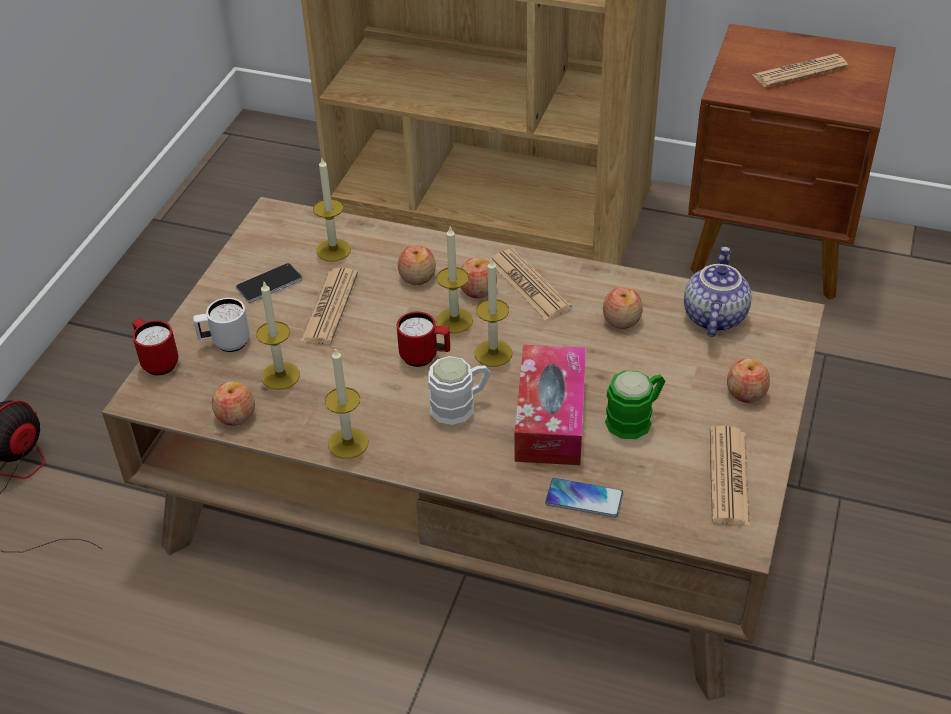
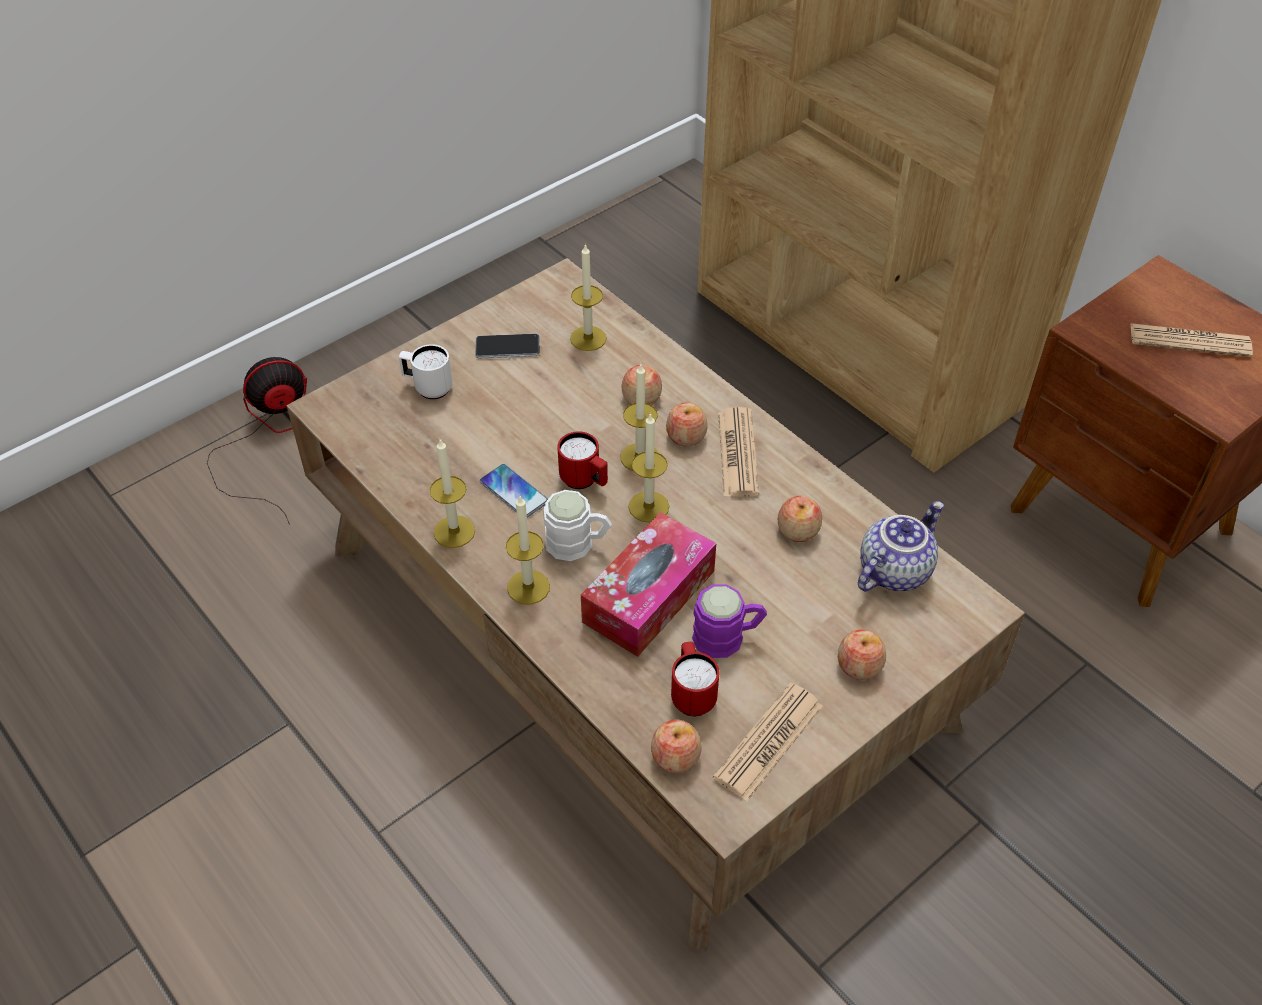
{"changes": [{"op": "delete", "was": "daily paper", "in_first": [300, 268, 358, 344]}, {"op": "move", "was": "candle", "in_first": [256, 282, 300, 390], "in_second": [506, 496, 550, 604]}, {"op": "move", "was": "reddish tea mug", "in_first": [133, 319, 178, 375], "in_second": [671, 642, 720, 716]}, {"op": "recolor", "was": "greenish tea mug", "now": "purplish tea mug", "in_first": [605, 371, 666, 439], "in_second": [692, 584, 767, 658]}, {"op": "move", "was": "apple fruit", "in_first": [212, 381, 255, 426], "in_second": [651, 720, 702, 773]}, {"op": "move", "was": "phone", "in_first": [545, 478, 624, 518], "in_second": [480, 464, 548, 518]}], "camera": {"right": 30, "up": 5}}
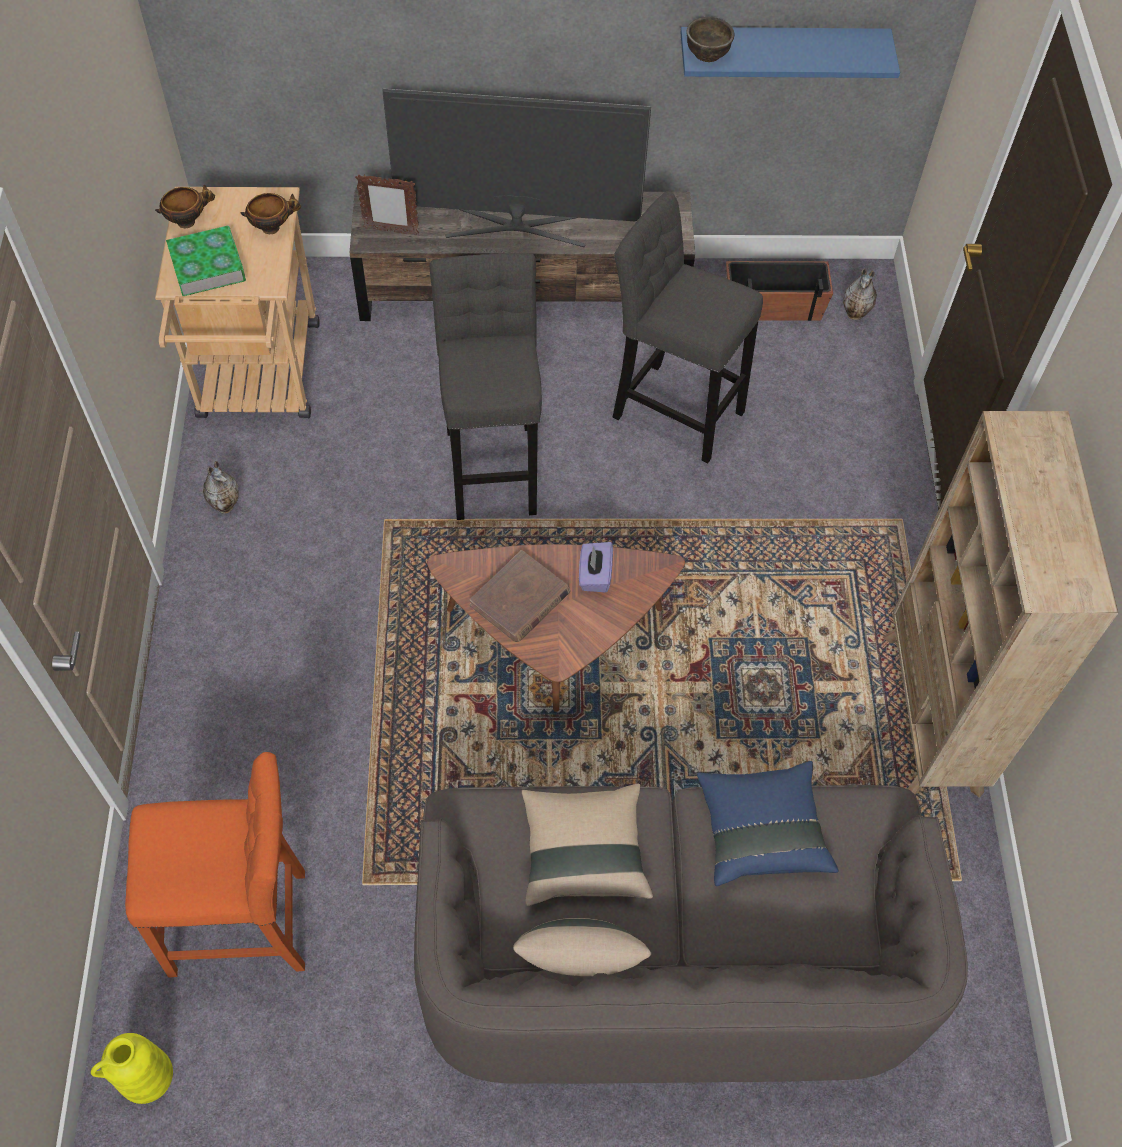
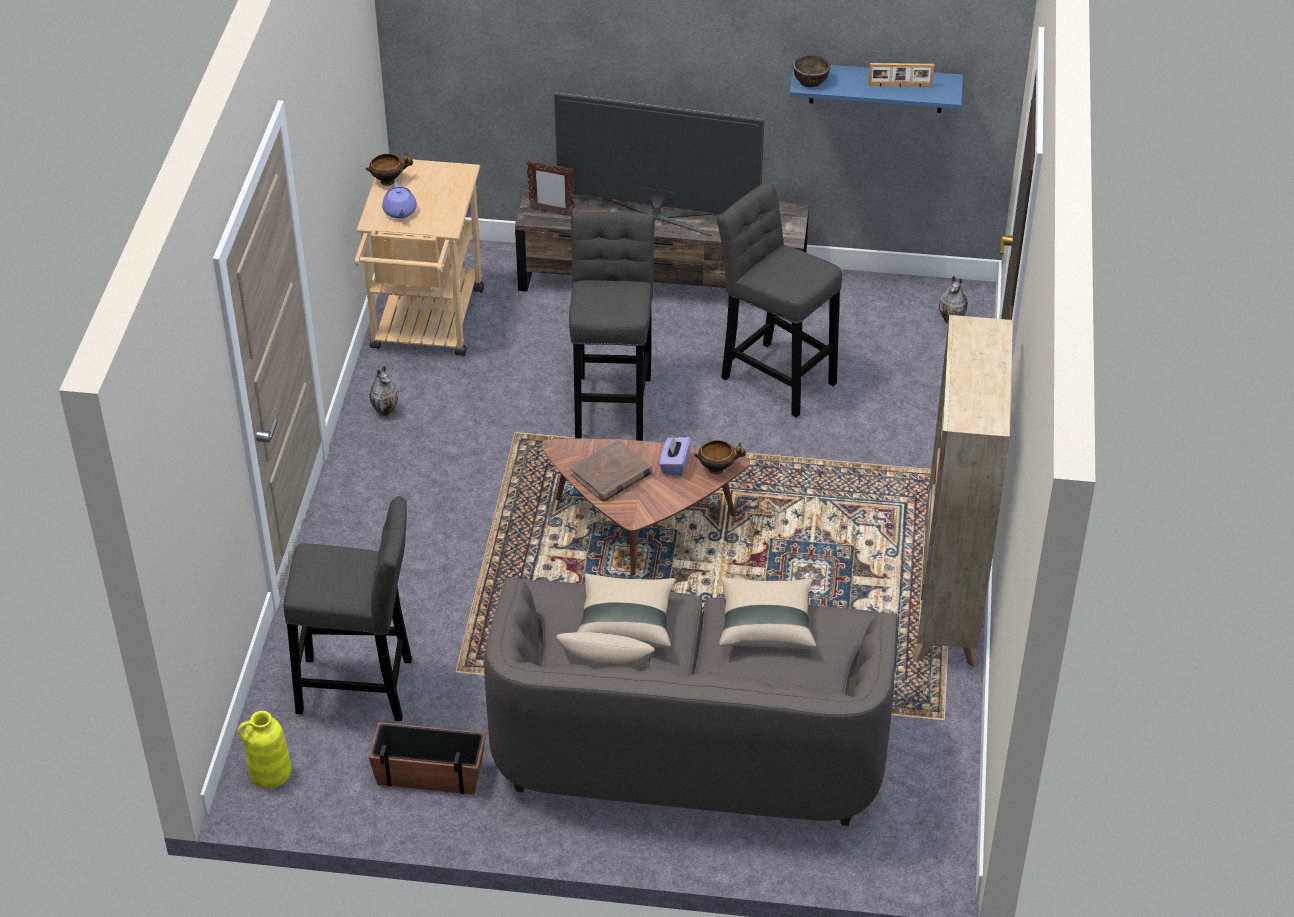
{"changes": [{"op": "move", "was": "deep dish", "in_first": [241, 193, 302, 234], "in_second": [694, 440, 746, 475]}, {"op": "replace", "was": "bound book", "now": "purplish tea pot", "in_first": [166, 226, 246, 296], "in_second": [382, 182, 417, 219]}, {"op": "move", "was": "planter", "in_first": [726, 261, 833, 321], "in_second": [368, 722, 486, 794]}, {"op": "recolor", "was": "orange-coloured sitting stool", "now": "greyish sitting stool", "in_first": [125, 752, 305, 978], "in_second": [284, 496, 412, 721]}, {"op": "recolor", "was": "bluish cushion", "now": "sand-coloured cushion", "in_first": [697, 761, 839, 886], "in_second": [719, 577, 816, 648]}, {"op": "insert", "now": "photo frame", "in_second": [868, 63, 934, 87]}], "camera": {"right": 10, "up": -15}}
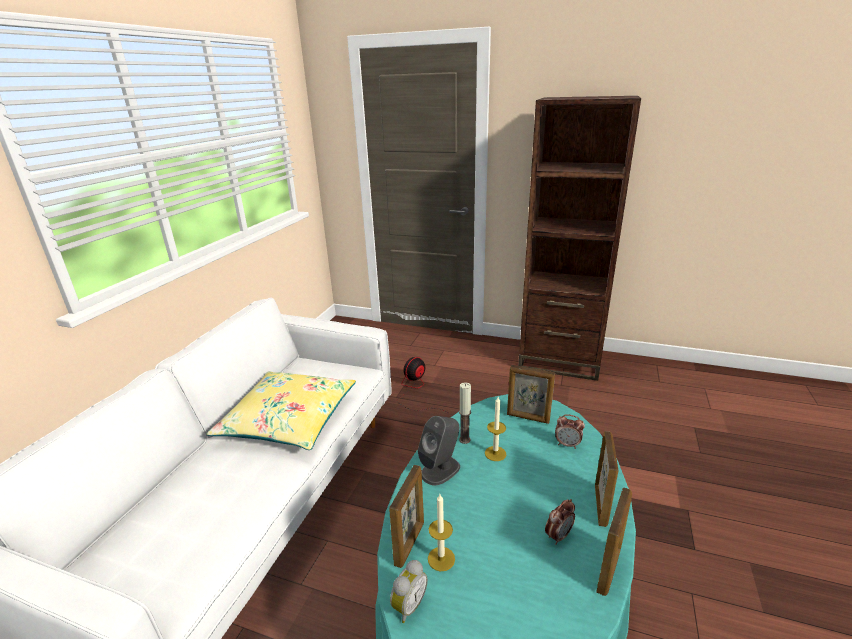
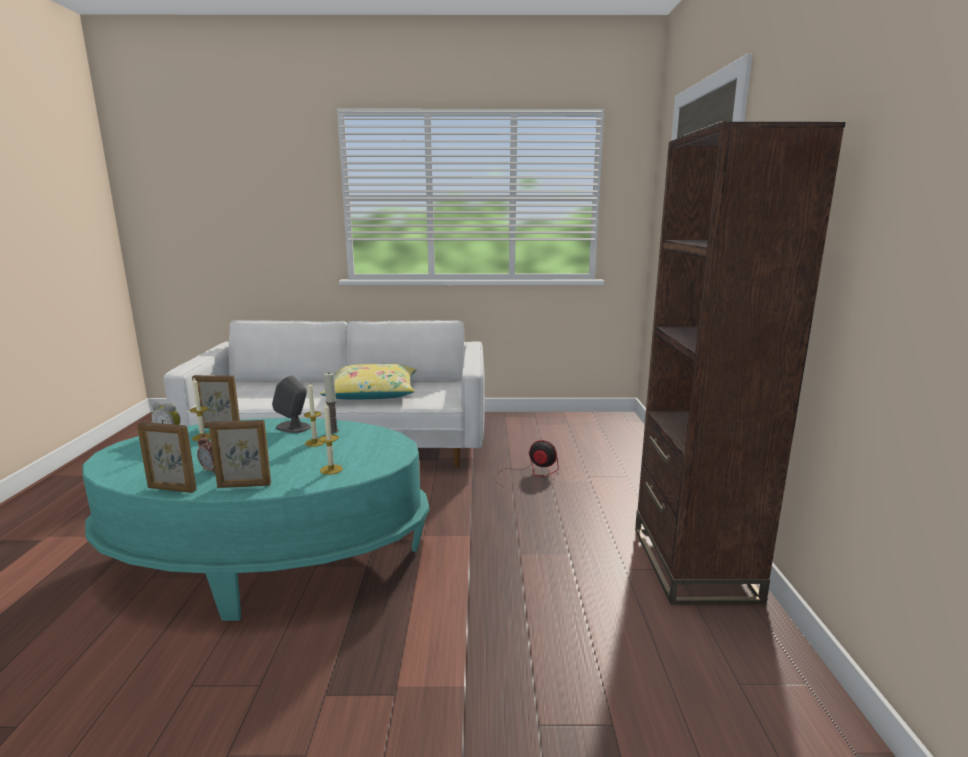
{"changes": [{"op": "delete", "was": "photo frame", "in_first": [507, 365, 555, 424]}, {"op": "replace", "was": "alarm clock", "now": "candle", "in_first": [555, 414, 585, 449], "in_second": [319, 403, 343, 475]}], "camera": {"right": 70, "up": -10}}
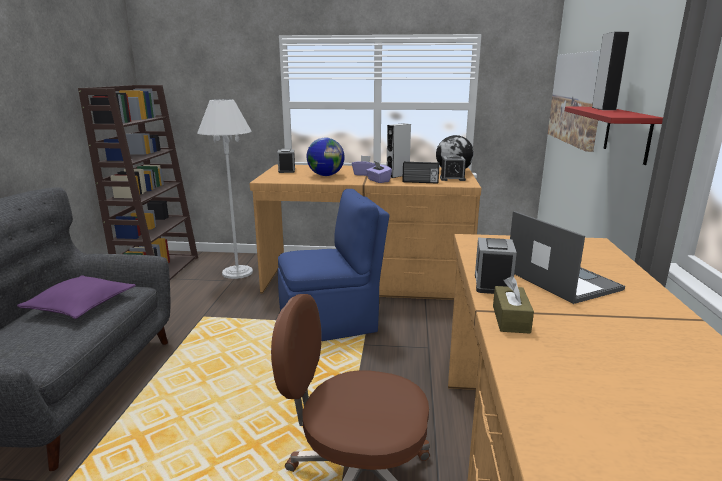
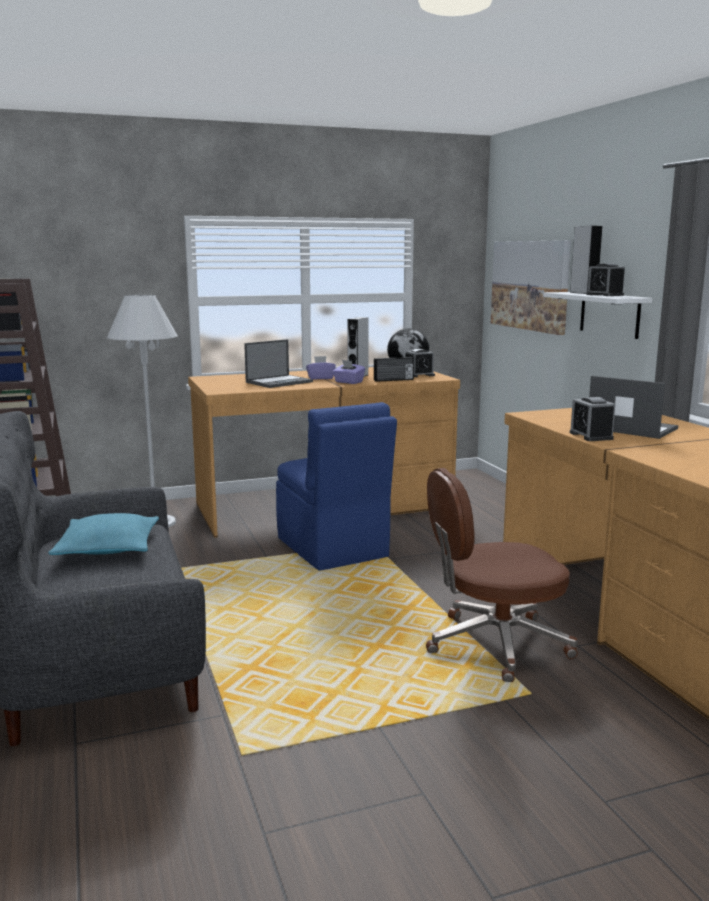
{"changes": [{"op": "recolor", "was": "reddish wall shelf", "now": "white wall shelf", "in_first": [565, 107, 663, 165], "in_second": [543, 292, 652, 339]}, {"op": "replace", "was": "desk globe", "now": "notebook computer", "in_first": [306, 138, 345, 176], "in_second": [244, 339, 313, 388]}, {"op": "move", "was": "alarm clock", "in_first": [277, 148, 295, 173], "in_second": [586, 263, 625, 296]}, {"op": "rotate", "was": "bluish upright chair", "in_first": [278, 189, 389, 341], "in_second": [276, 402, 397, 571], "clockwise": 105}, {"op": "recolor", "was": "purplish cushion", "now": "blue-green cushion", "in_first": [17, 275, 136, 319], "in_second": [48, 513, 159, 555]}, {"op": "delete", "was": "brownish tissue holder", "in_first": [493, 276, 534, 334]}], "camera": {"right": -25, "up": -5}}
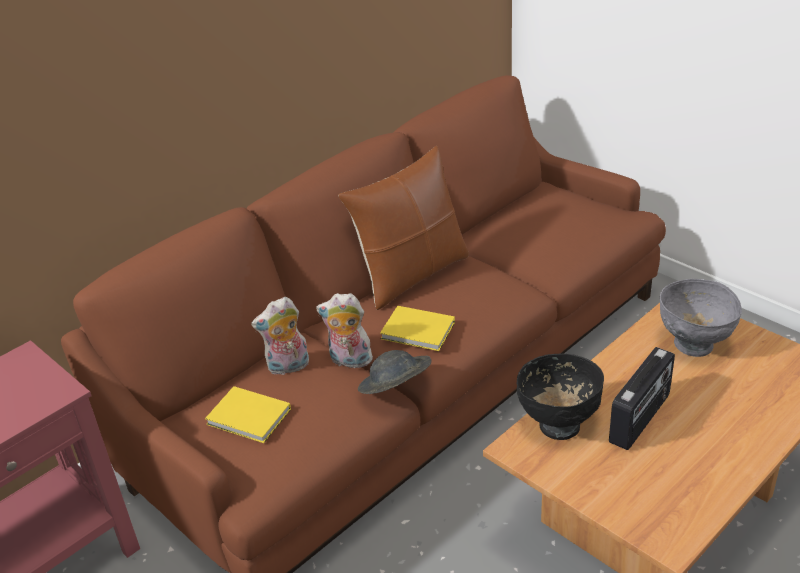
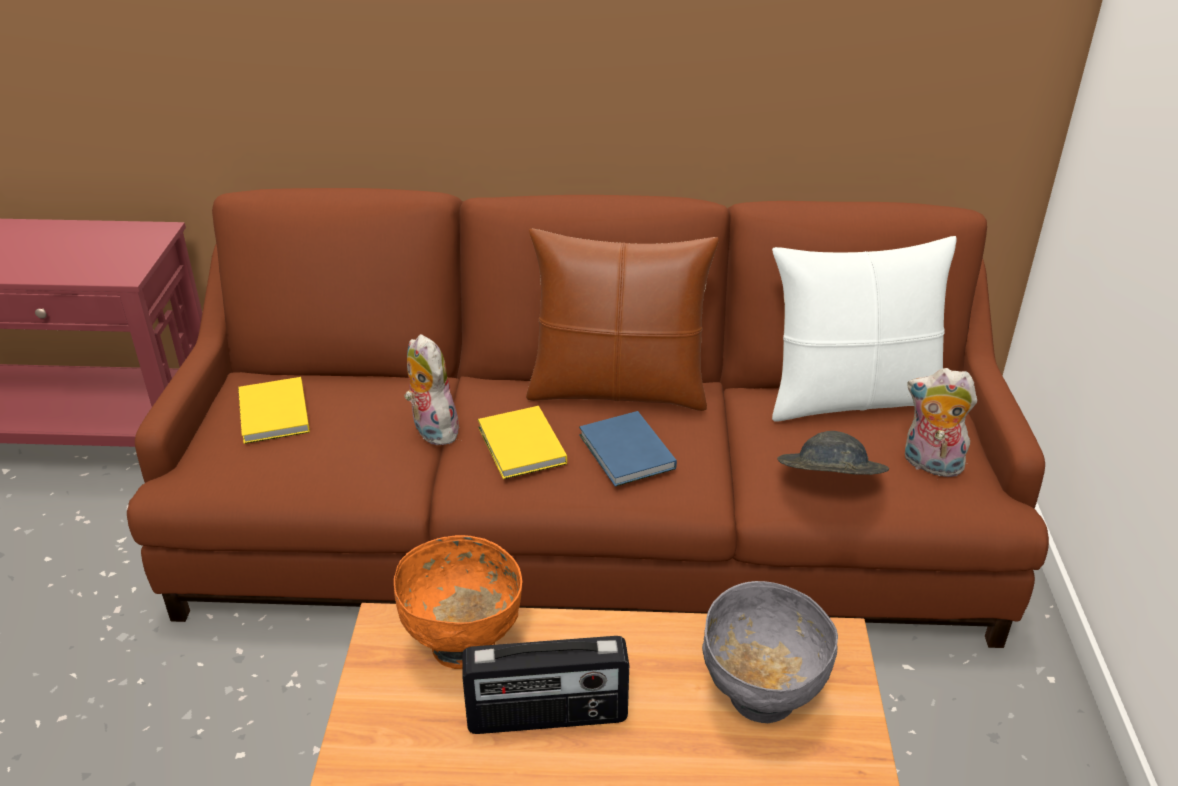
{"changes": [{"op": "move", "was": "plush toy", "in_first": [251, 297, 309, 375], "in_second": [905, 368, 977, 477]}, {"op": "move", "was": "greyish wearable hat", "in_first": [358, 350, 432, 394], "in_second": [777, 431, 890, 475]}, {"op": "recolor", "was": "blackish deep dish", "now": "orange-coloured deep dish", "in_first": [517, 354, 604, 440], "in_second": [394, 535, 523, 669]}, {"op": "insert", "now": "white cushion", "in_second": [772, 236, 957, 421]}, {"op": "insert", "now": "bluish bound book", "in_second": [579, 411, 677, 487]}], "camera": {"right": 45, "up": 0}}
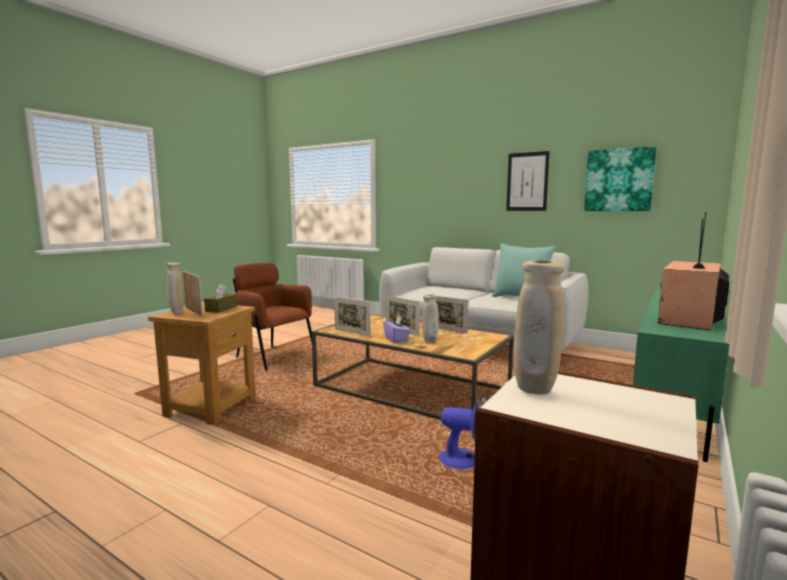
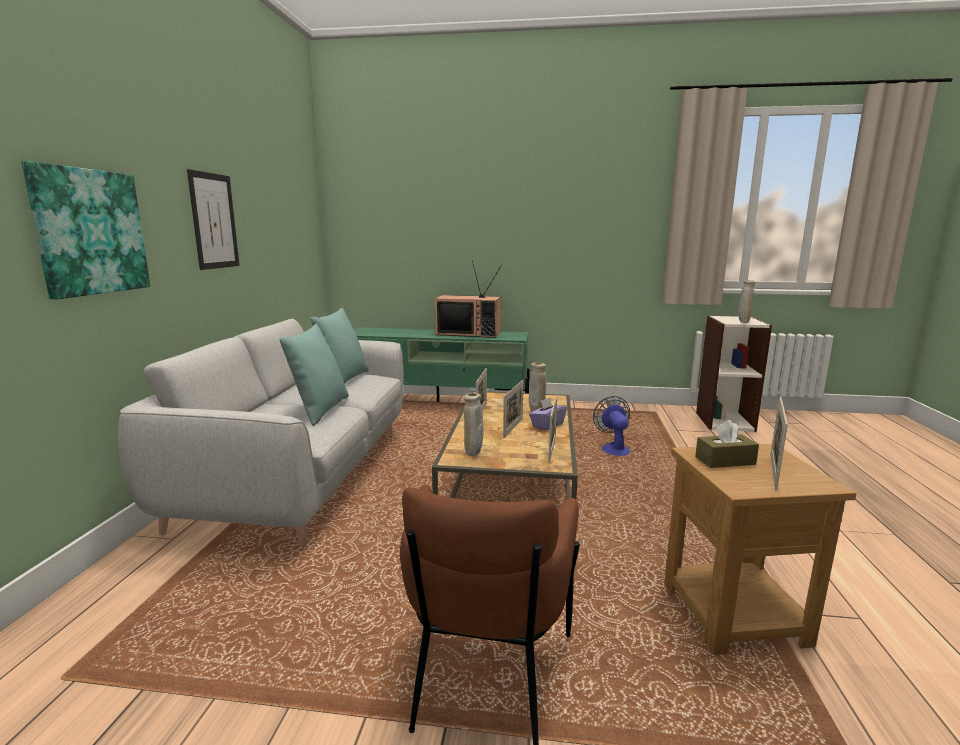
{"changes": [{"op": "move", "was": "picture", "in_first": [584, 146, 657, 211], "in_second": [22, 161, 150, 299]}, {"op": "move", "was": "sand-coloured flower vase", "in_first": [166, 262, 184, 314], "in_second": [464, 393, 484, 456]}, {"op": "insert", "now": "blue-green cushion", "in_second": [279, 324, 349, 426]}], "camera": {"right": -115, "up": 5}}
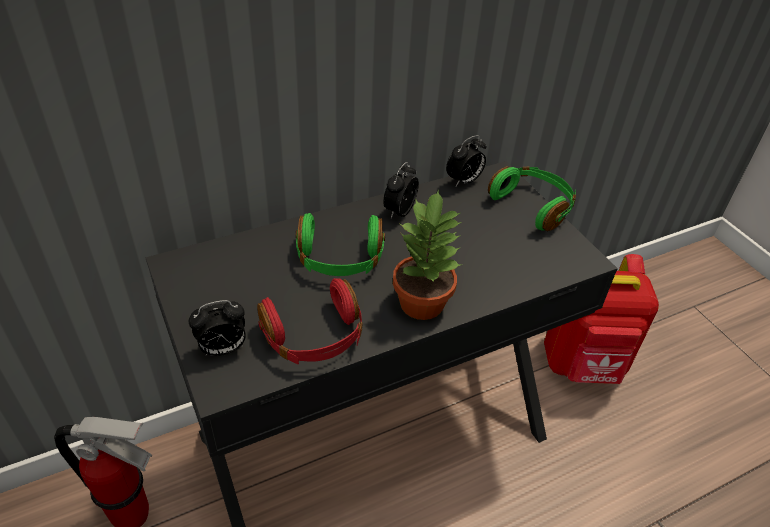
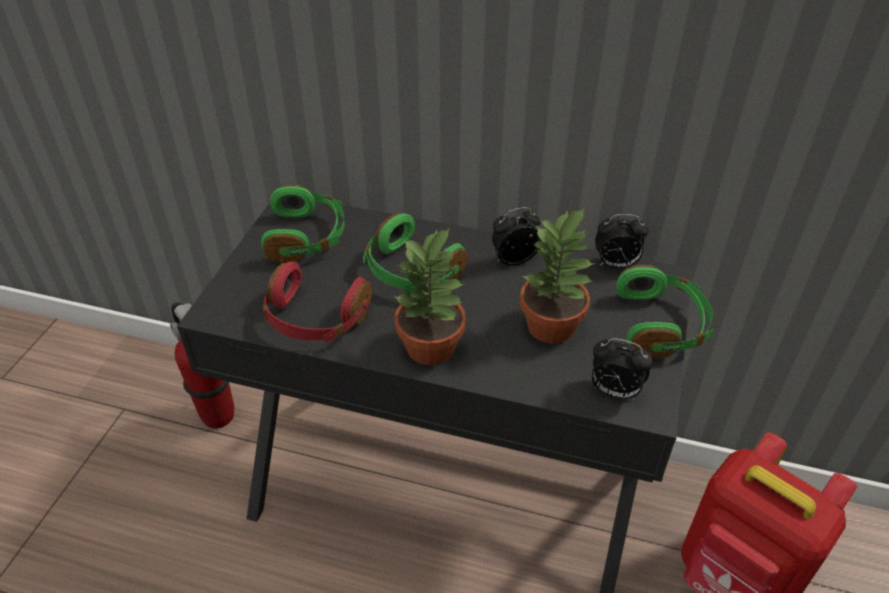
{"changes": [{"op": "move", "was": "alarm clock", "in_first": [189, 300, 245, 356], "in_second": [592, 338, 653, 400]}, {"op": "insert", "now": "greenish headset", "in_second": [261, 185, 345, 263]}, {"op": "insert", "now": "plant in a pot", "in_second": [520, 208, 595, 344]}], "camera": {"right": 45, "up": 0}}
